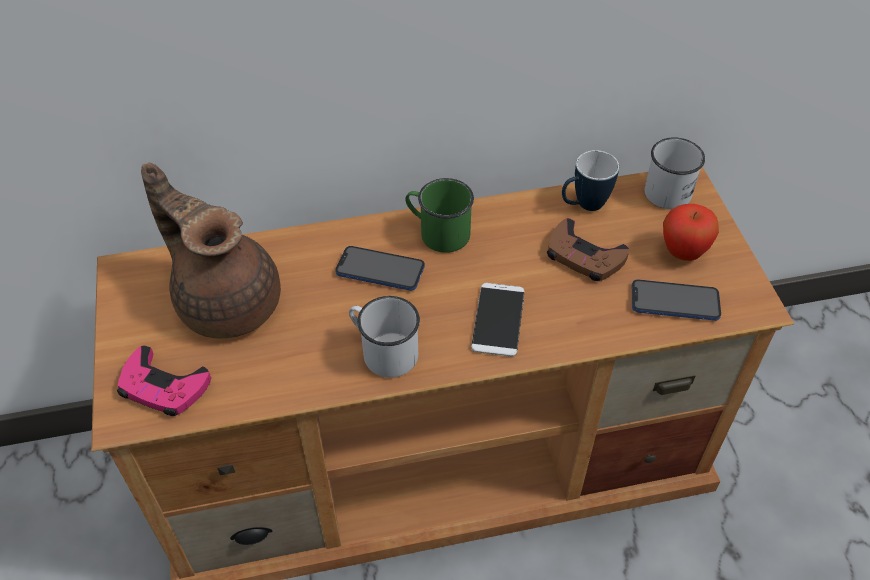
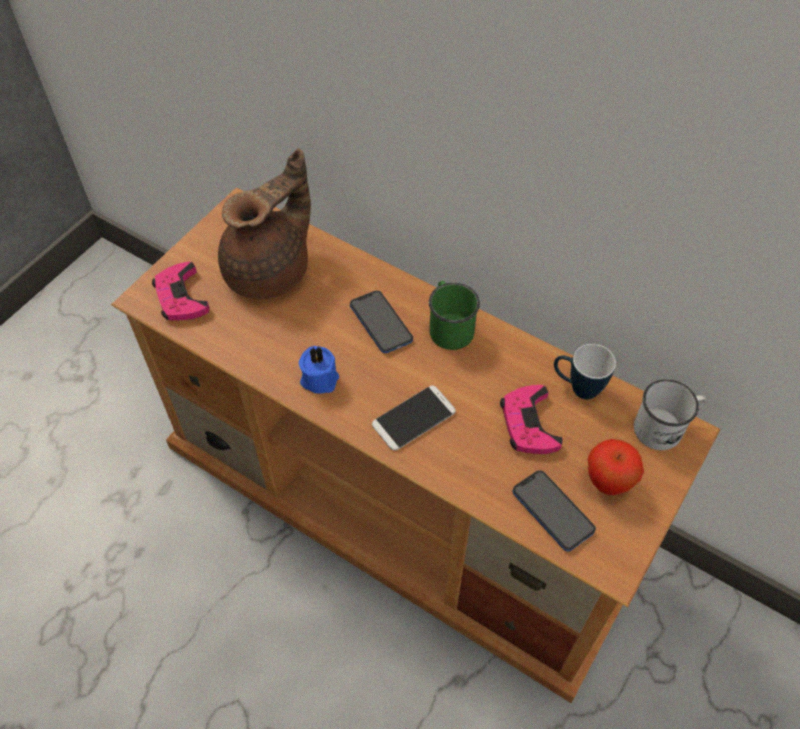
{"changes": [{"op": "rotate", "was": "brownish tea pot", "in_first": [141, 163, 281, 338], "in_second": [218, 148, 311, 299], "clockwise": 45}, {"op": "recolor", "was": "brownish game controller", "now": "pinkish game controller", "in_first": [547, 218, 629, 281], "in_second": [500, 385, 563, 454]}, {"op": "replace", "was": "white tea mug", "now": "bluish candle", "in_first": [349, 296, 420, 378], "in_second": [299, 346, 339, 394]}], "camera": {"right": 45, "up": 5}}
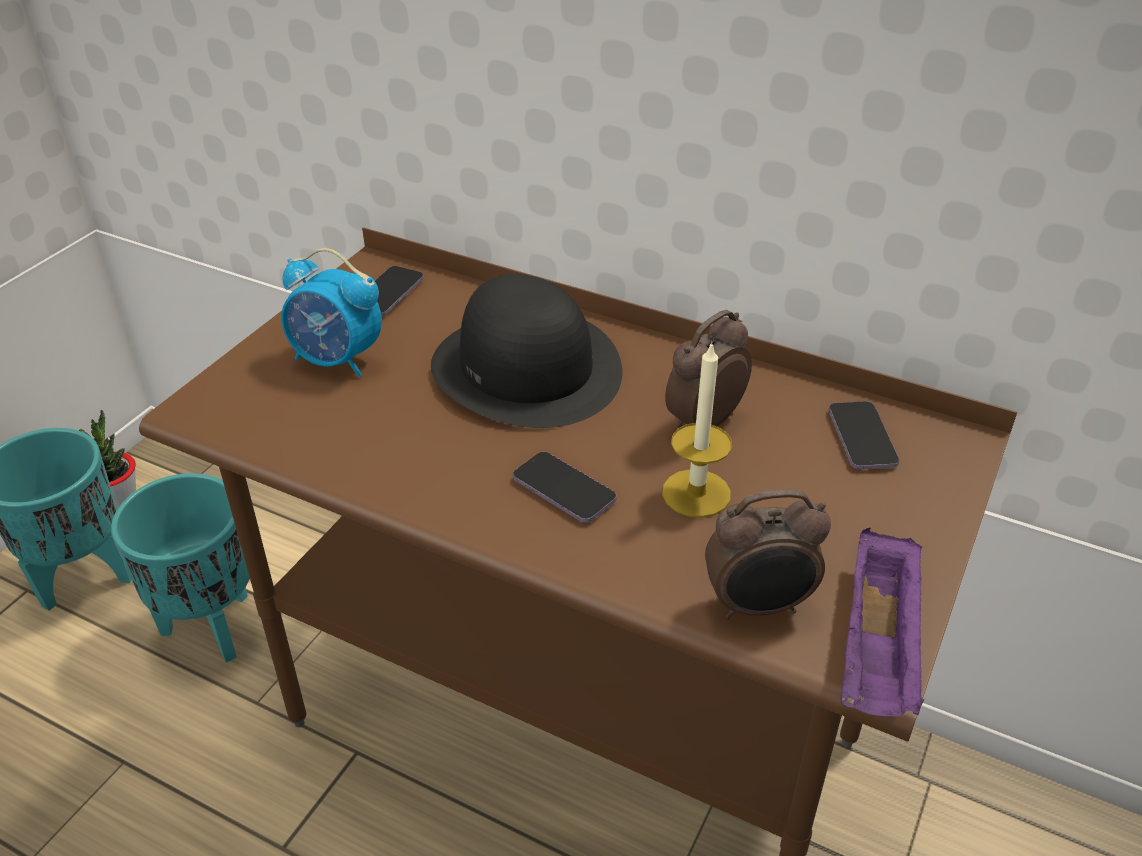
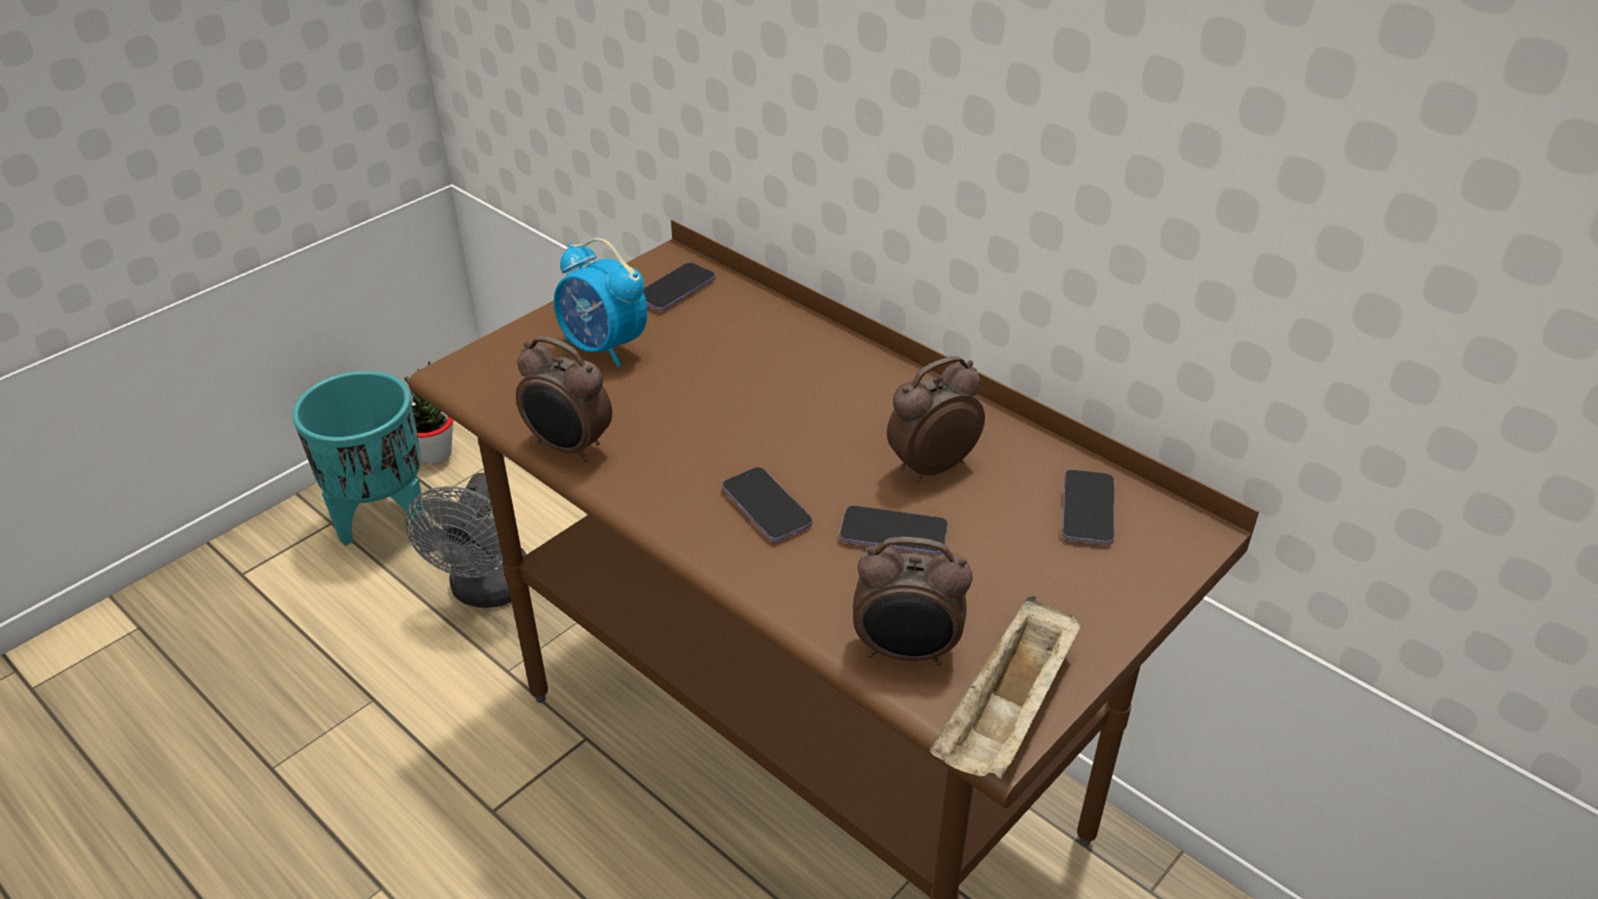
{"changes": [{"op": "delete", "was": "blackish wearable hat", "in_first": [431, 274, 623, 428]}, {"op": "replace", "was": "candle", "now": "phone", "in_first": [662, 341, 732, 518], "in_second": [839, 506, 948, 556]}, {"op": "replace", "was": "blue-green planter", "now": "greyish electric fan", "in_first": [111, 473, 250, 663], "in_second": [405, 473, 527, 608]}, {"op": "recolor", "was": "purplish carrying tray", "now": "sand-coloured carrying tray", "in_first": [841, 528, 924, 717], "in_second": [930, 596, 1082, 779]}, {"op": "insert", "now": "alarm clock", "in_second": [516, 336, 612, 462]}], "camera": {"right": 15, "up": 0}}
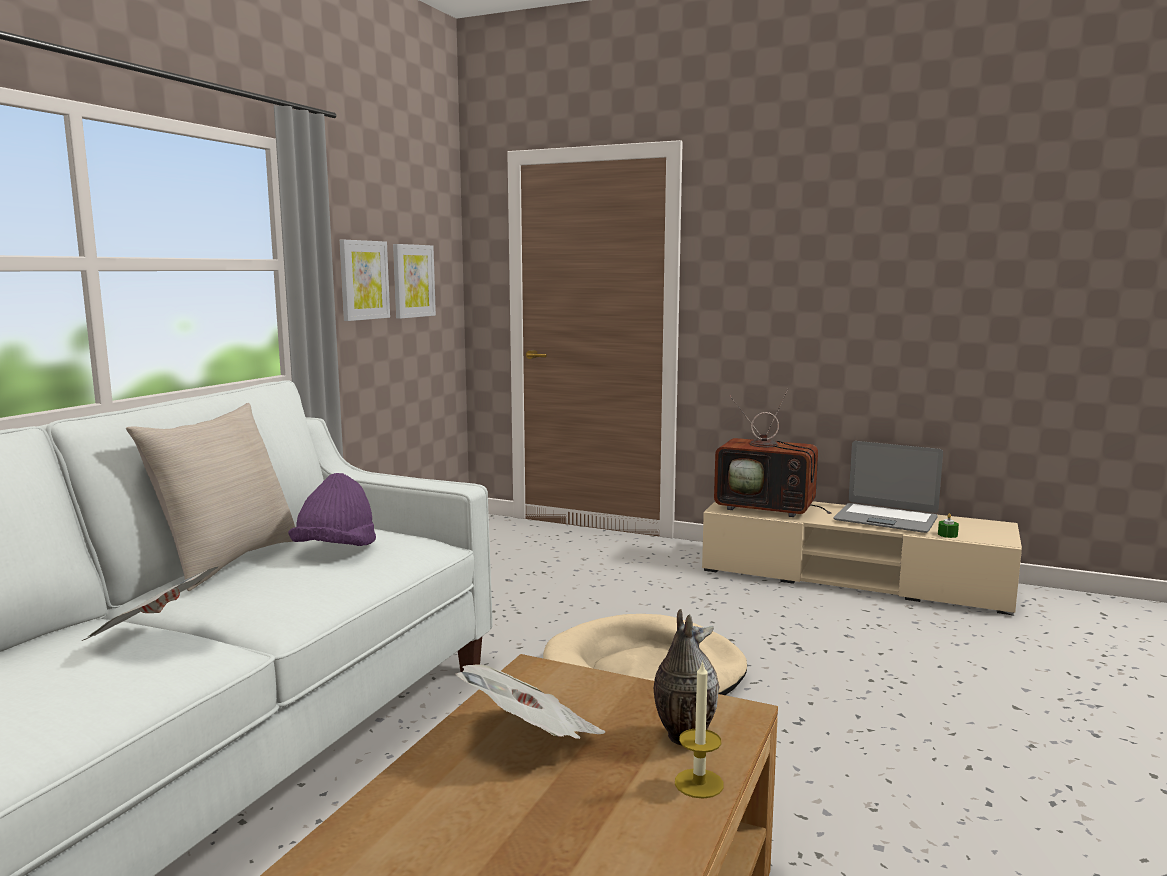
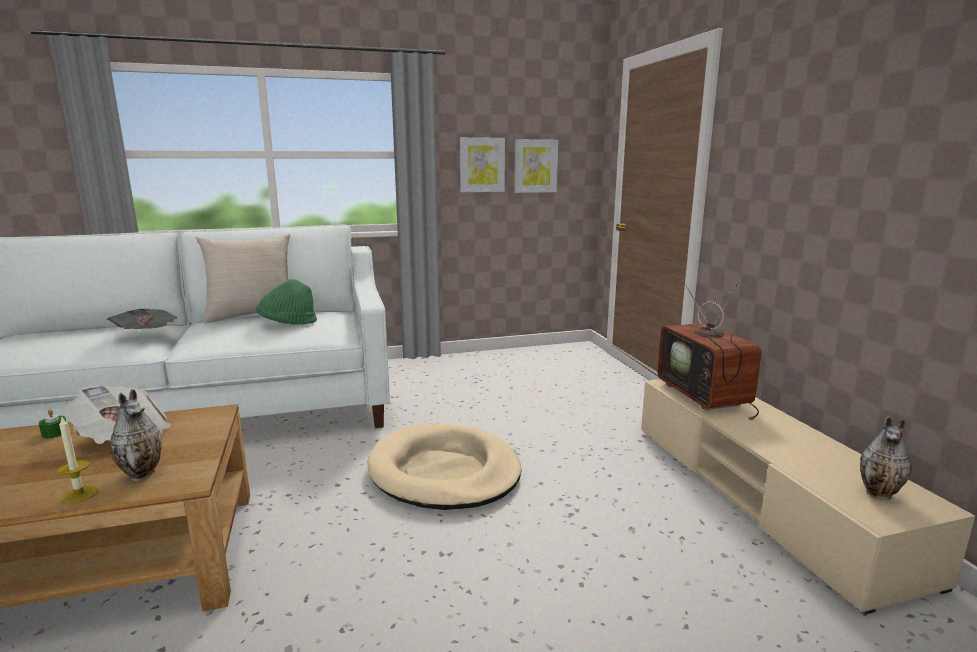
{"changes": [{"op": "delete", "was": "notebook computer", "in_first": [833, 441, 943, 533]}, {"op": "recolor", "was": "purplish wearable hat", "now": "greenish wearable hat", "in_first": [288, 473, 376, 546], "in_second": [256, 279, 317, 325]}, {"op": "move", "was": "greenish candle", "in_first": [938, 513, 959, 538], "in_second": [39, 409, 66, 438]}, {"op": "insert", "now": "flower vase", "in_second": [860, 416, 912, 500]}], "camera": {"right": 50, "up": 5}}
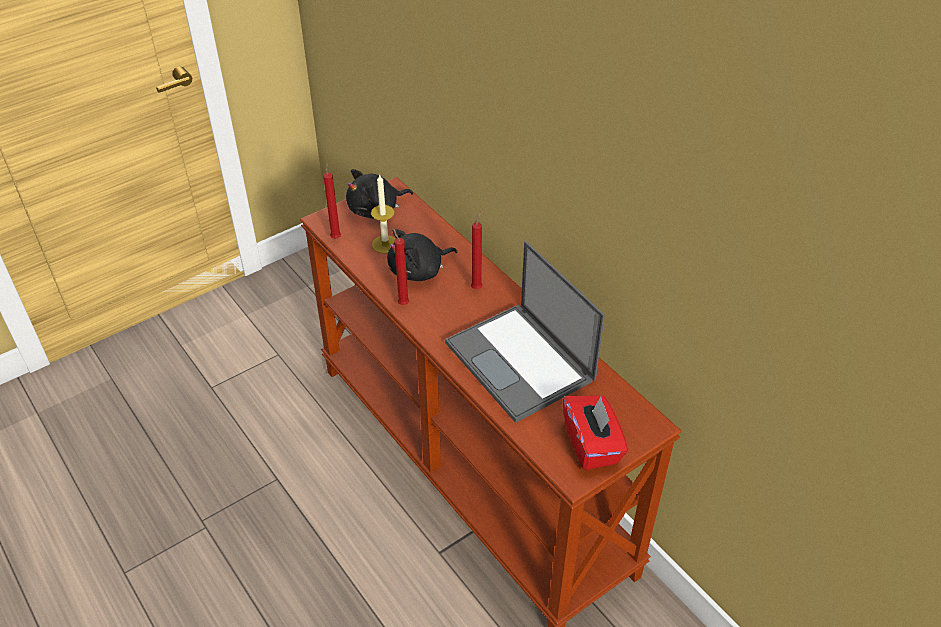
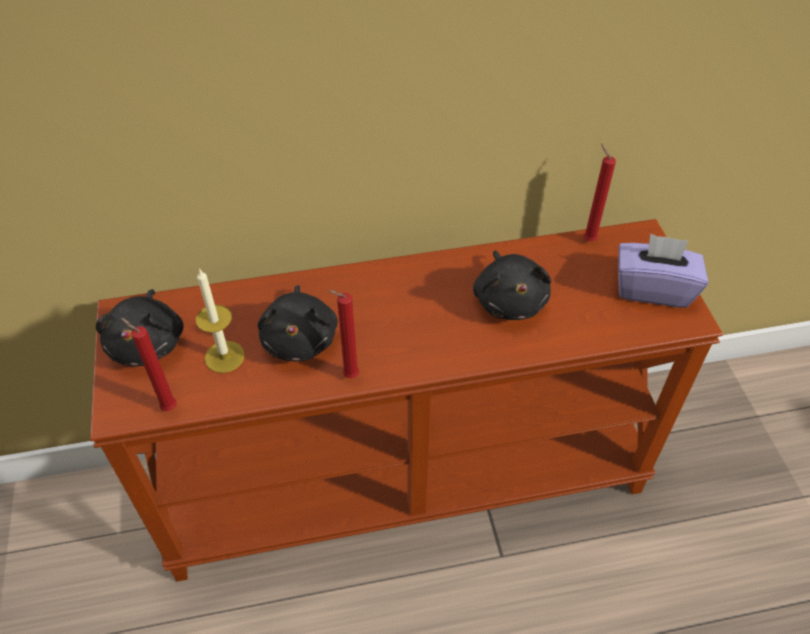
{"changes": [{"op": "move", "was": "reddish candle", "in_first": [471, 212, 482, 289], "in_second": [584, 144, 616, 242]}, {"op": "replace", "was": "notebook computer", "now": "blackish plush toy", "in_first": [445, 241, 605, 423], "in_second": [473, 250, 551, 320]}, {"op": "recolor", "was": "reddish tissue holder", "now": "purplish tissue holder", "in_first": [563, 396, 628, 470], "in_second": [618, 234, 708, 308]}], "camera": {"right": -65, "up": 5}}
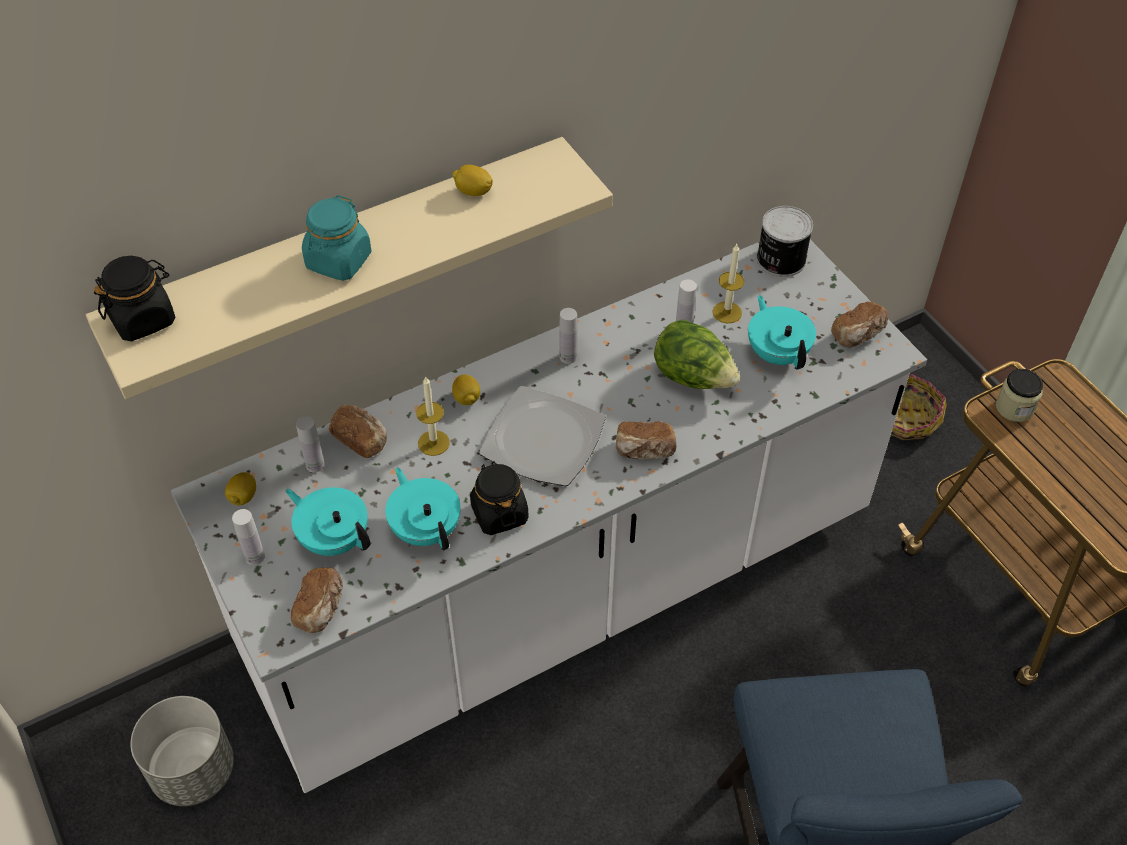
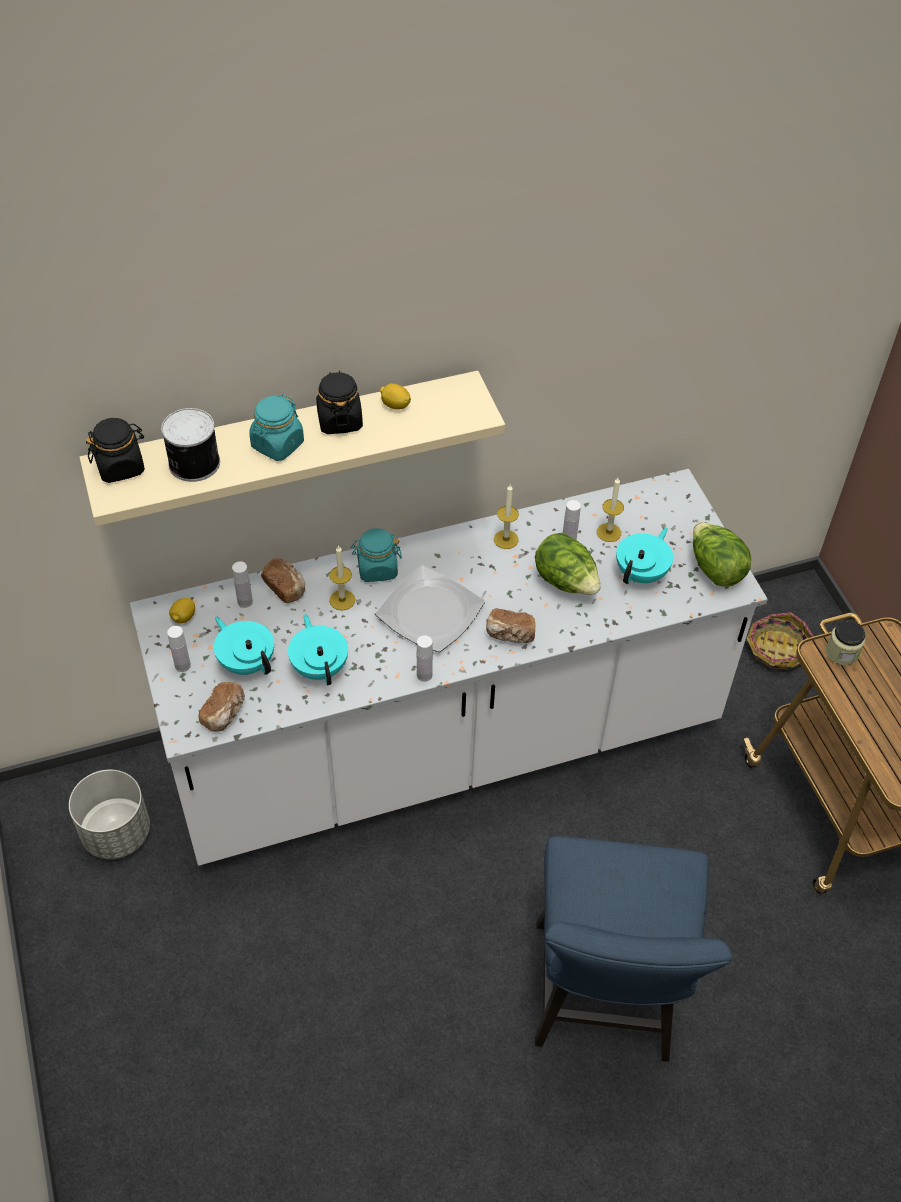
{"changes": [{"op": "move", "was": "metal can", "in_first": [757, 206, 813, 277], "in_second": [161, 408, 220, 482]}, {"op": "rotate", "was": "blue-green tea pot", "in_first": [748, 295, 816, 369], "in_second": [616, 528, 673, 584], "clockwise": 45}, {"op": "replace", "was": "bakery bread", "now": "lettuce", "in_first": [831, 301, 888, 348], "in_second": [693, 522, 751, 587]}, {"op": "move", "was": "white bottle", "in_first": [559, 308, 577, 364], "in_second": [417, 635, 433, 682]}, {"op": "replace", "was": "lemon", "now": "blue-green jar", "in_first": [452, 374, 480, 405], "in_second": [351, 528, 402, 582]}, {"op": "move", "was": "blackish jar", "in_first": [470, 461, 529, 535], "in_second": [316, 371, 363, 434]}, {"op": "insert", "now": "candle", "in_second": [494, 484, 519, 549]}], "camera": {"right": 10, "up": 0}}
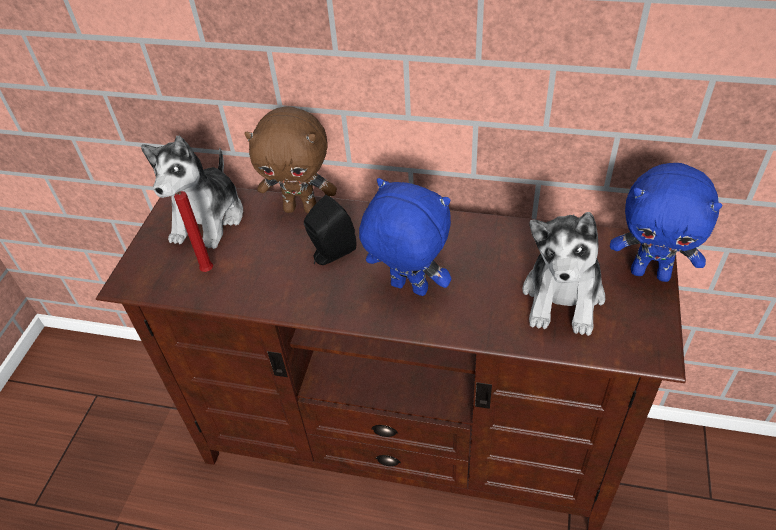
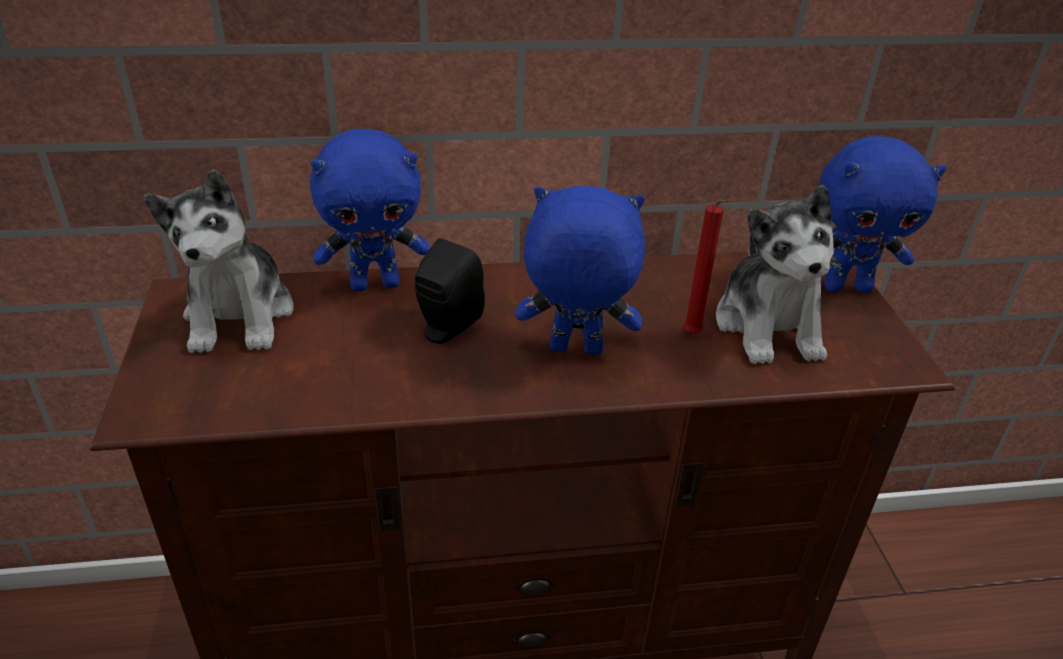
{"changes": [{"op": "recolor", "was": "brownish plush toy", "now": "bluish plush toy", "in_first": [244, 106, 337, 213], "in_second": [310, 129, 430, 292]}, {"op": "move", "was": "reddish candle", "in_first": [174, 191, 213, 272], "in_second": [683, 199, 731, 334]}], "camera": {"right": -25, "up": -10}}
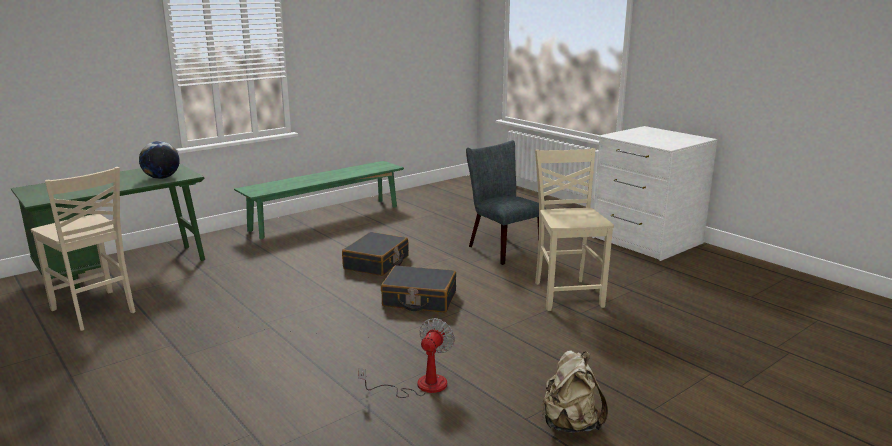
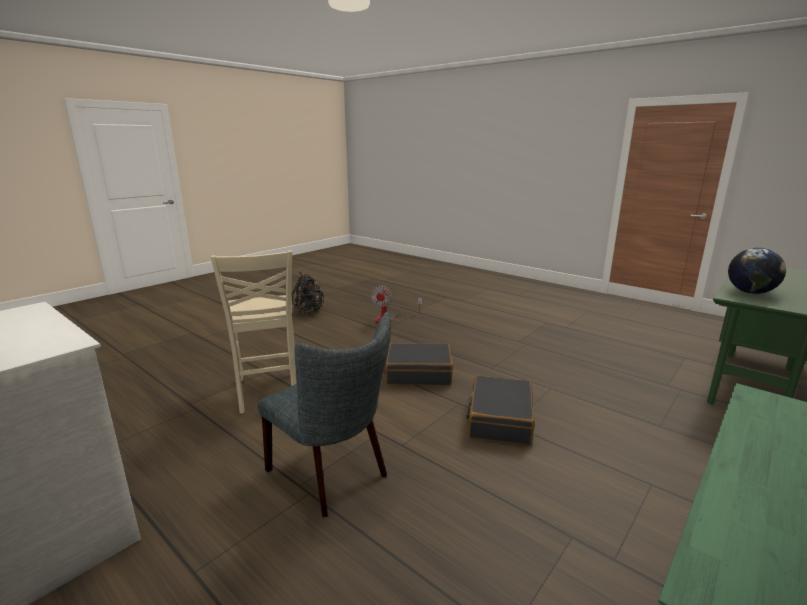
{"changes": [{"op": "delete", "was": "sand-coloured upright chair", "in_first": [31, 167, 135, 331]}, {"op": "recolor", "was": "sand-coloured rucksack", "now": "blackish rucksack", "in_first": [542, 350, 608, 433], "in_second": [292, 271, 324, 314]}], "camera": {"right": 170, "up": 0}}
